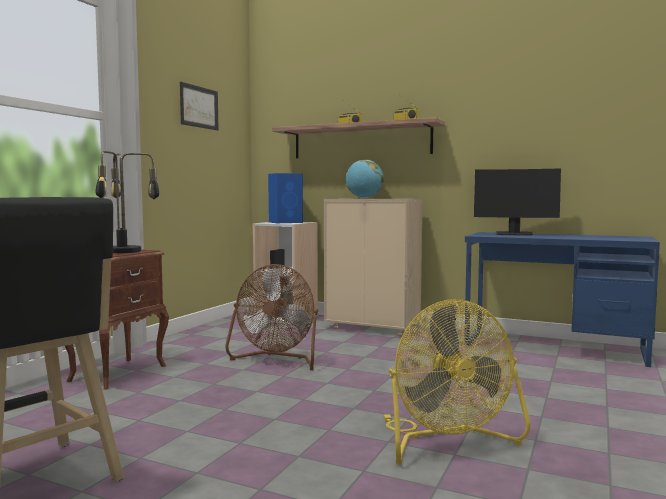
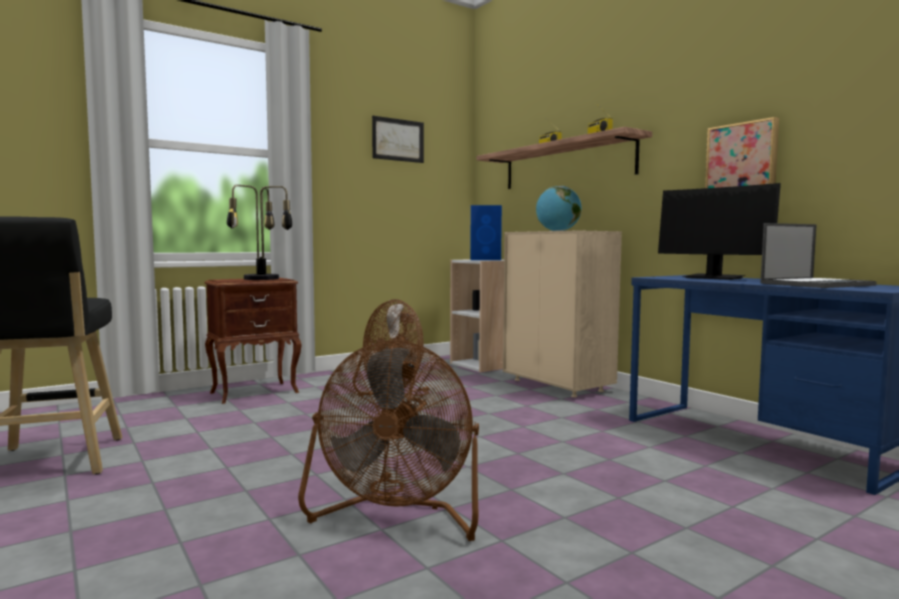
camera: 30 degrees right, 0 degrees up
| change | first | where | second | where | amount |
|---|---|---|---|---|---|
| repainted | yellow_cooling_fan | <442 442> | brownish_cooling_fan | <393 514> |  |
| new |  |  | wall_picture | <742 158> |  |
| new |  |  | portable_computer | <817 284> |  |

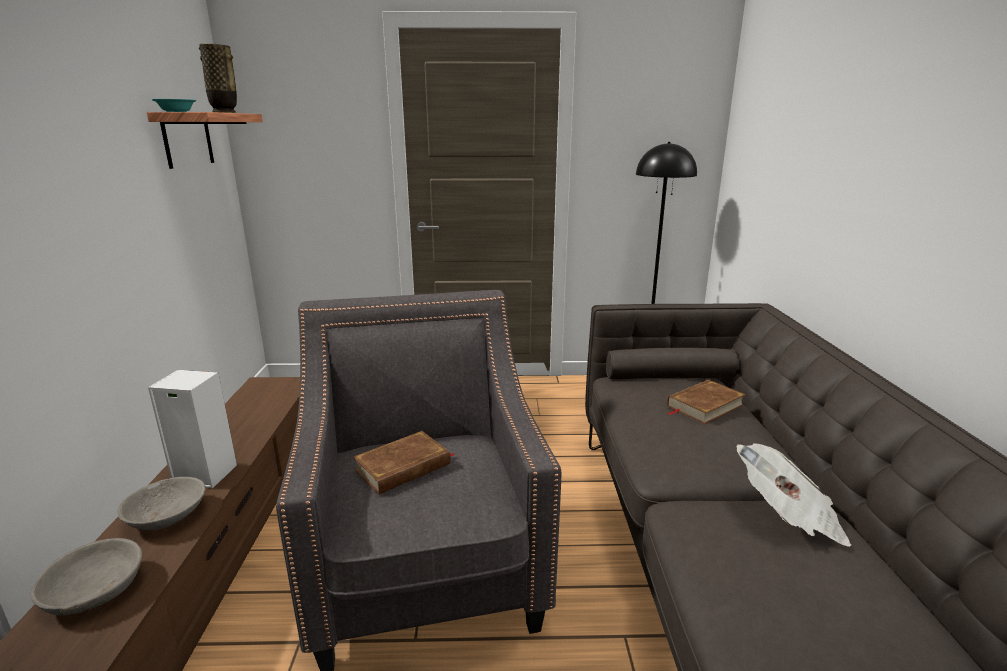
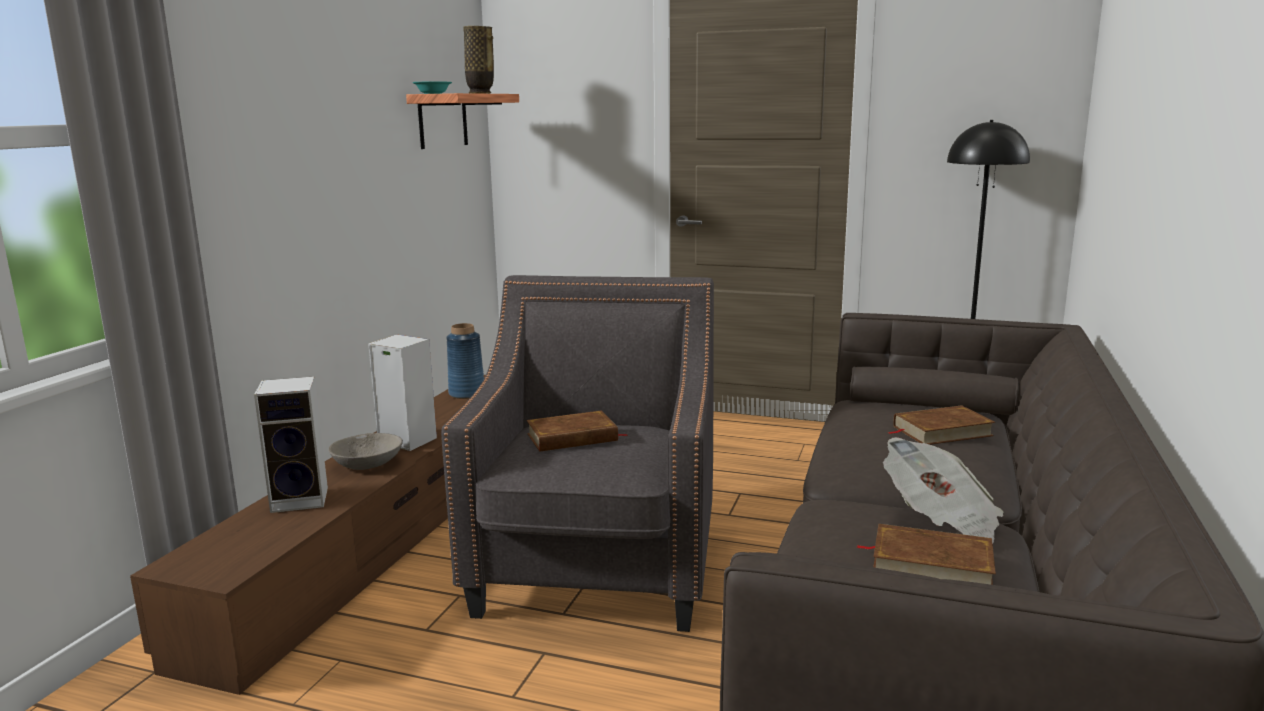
camera: 20 degrees right, 5 degrees down
| change | first | where | second | where | amount |
|---|---|---|---|---|---|
| swapped | grey_serving_bowl | <95 591> | speaker | <302 499> |  |
| new |  |  | blue-coloured_vase | <466 394> |  |
| new |  |  | brownish_volume | <931 564> |  |

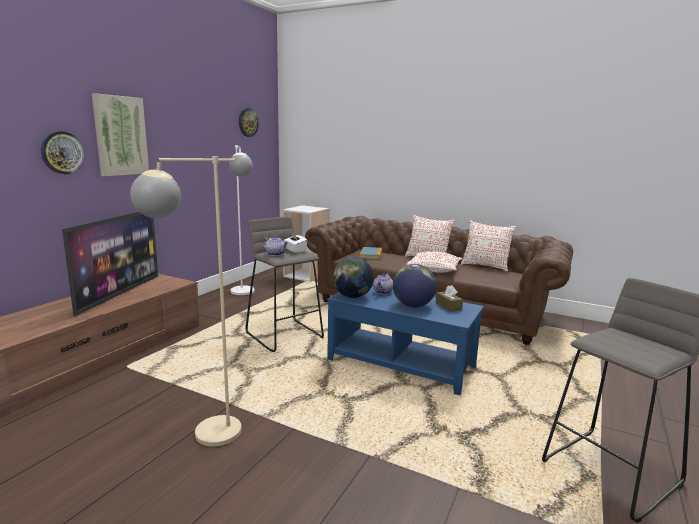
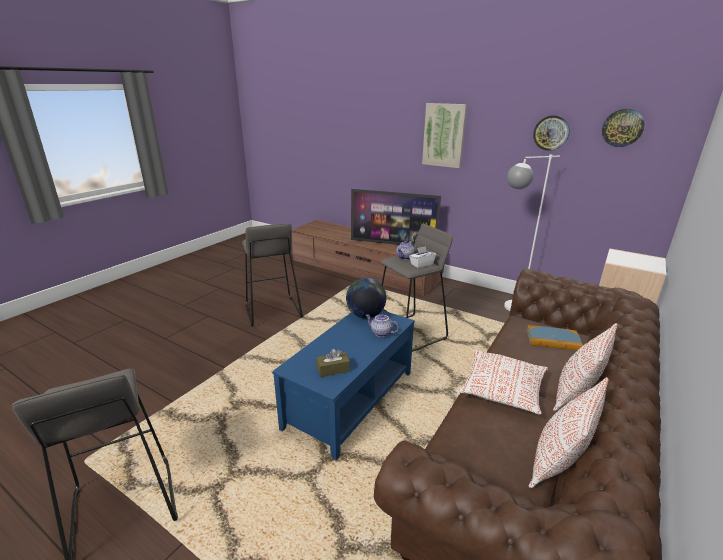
camera: 95 degrees right, 10 degrees up
| change | first | where | second | where | amount |
|---|---|---|---|---|---|
| swapped | beige-coloured_standard_lamp | <201 436> | grey_stool_seat | <272 311> |  |
| shifted | hanging_clock | <62 152> |  | <551 133> |  |
| gone | globe | <413 306> |  |  |  |

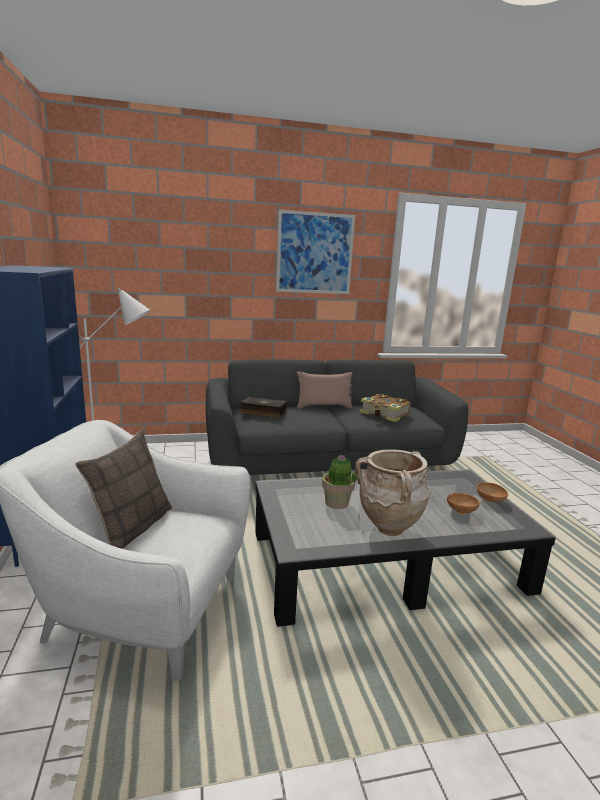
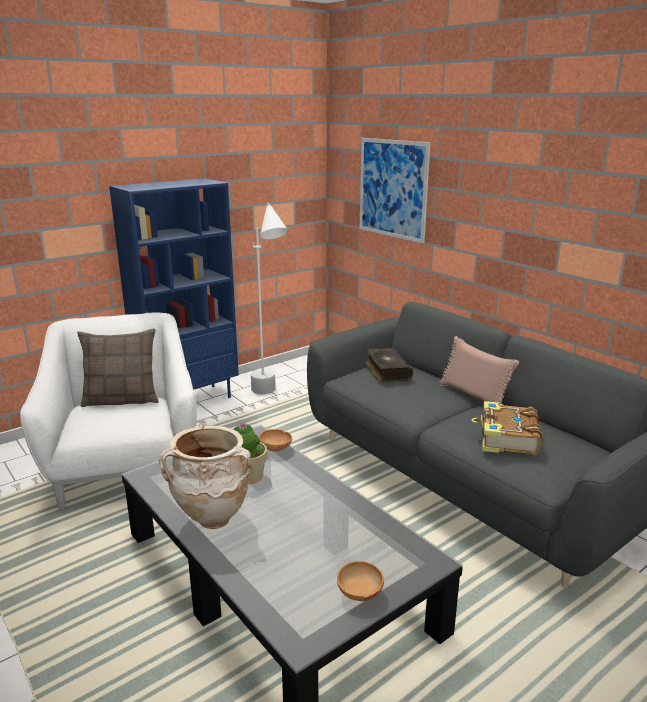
camera: 65 degrees right, 5 degrees up
| change | first | where | second | where | amount |
|---|---|---|---|---|---|
| shifted | brownish_serving_bowl | <461 511> |  | <276 449> |  |
| shifted | wall_picture | <315 253> |  | <392 189> |  |

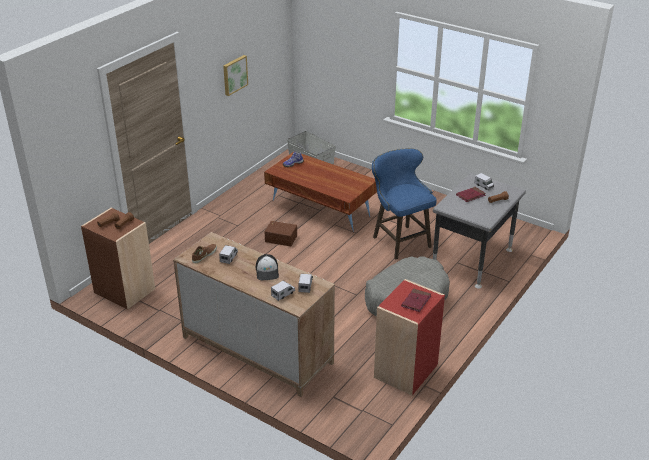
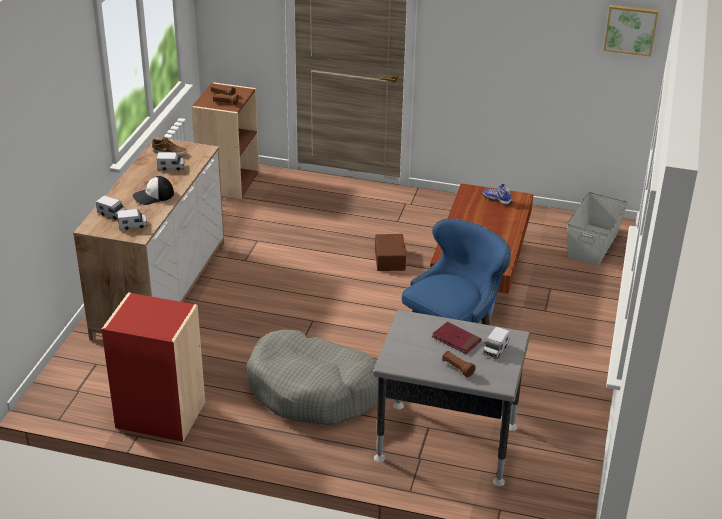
camera: 70 degrees right, 0 degrees up
| change | first | where | second | where | amount |
|---|---|---|---|---|---|
| shifted | wall_picture | <234 75> |  | <630 29> |  |
| gone | red-coloured_volume | <416 301> |  |  |  |

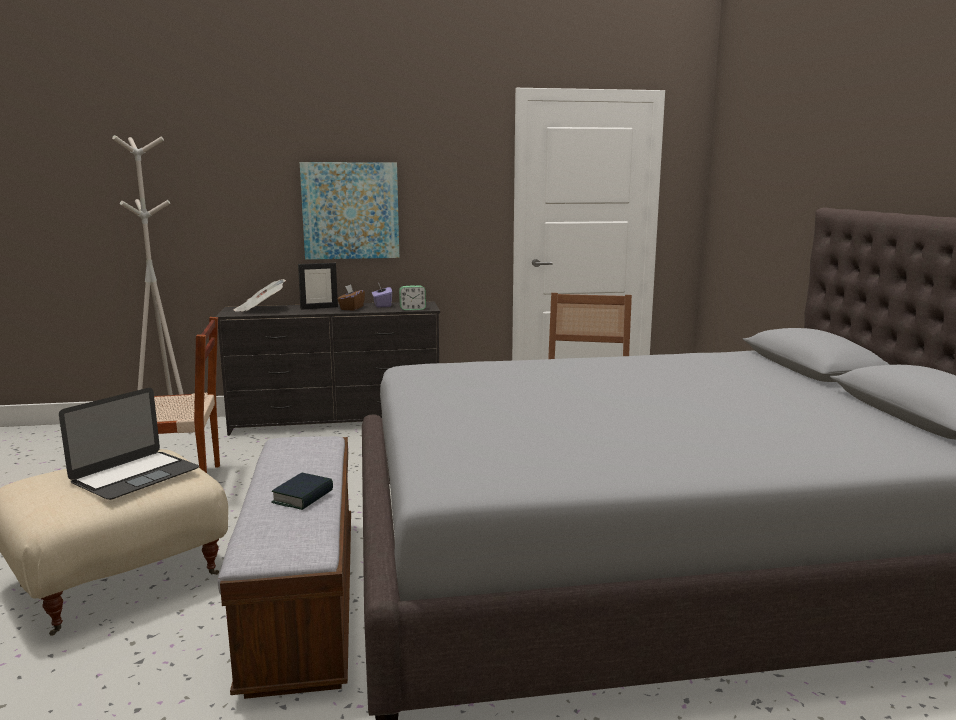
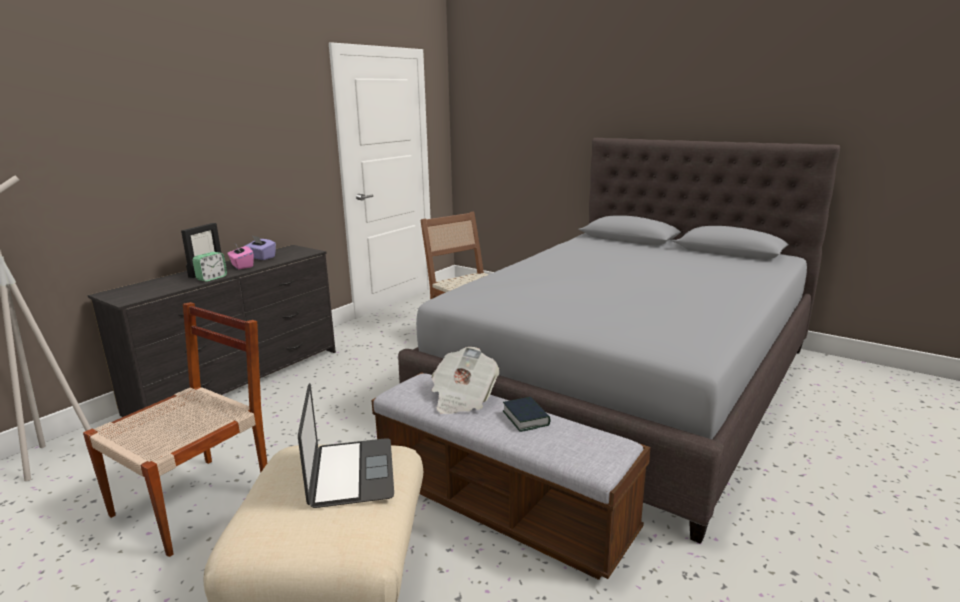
camera: 45 degrees left, 5 degrees up
| change | first | where | second | where | amount |
|---|---|---|---|---|---|
| shifted | alarm_clock | <412 309> |  | <212 278> |  |
| repainted | brownish_box_of_tissues | <351 308> | pink_box_of_tissues | <242 266> |  |
| shifted | newspaper | <260 309> |  | <463 398> |  |
| gone | wall_picture | <350 211> |  |  |  |

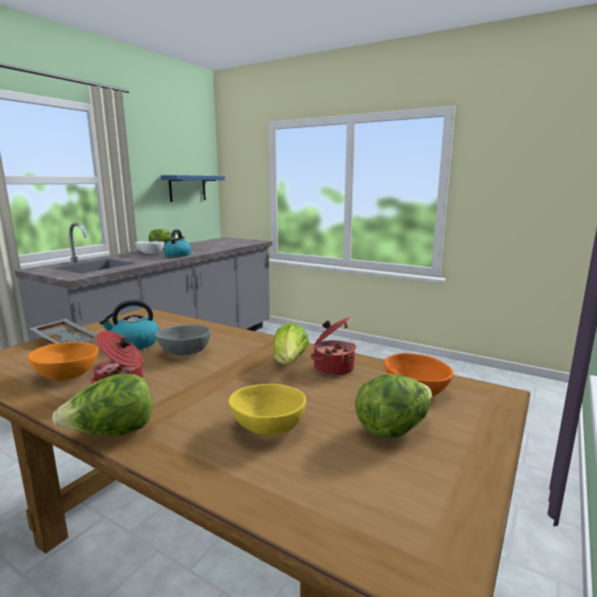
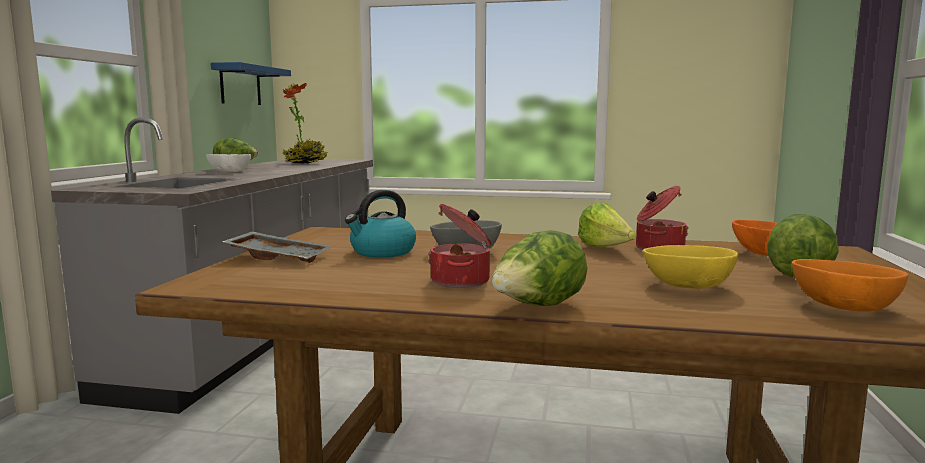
camera: 20 degrees left, 5 degrees down
| change | first | where | second | where | amount |
|---|---|---|---|---|---|
| new |  |  | houseplant | <305 163> |  |
| shifted | orange-coloured_serving_bowl | <66 375> |  | <844 307> |  |
| gone | tea_kettle | <177 255> |  |  |  |

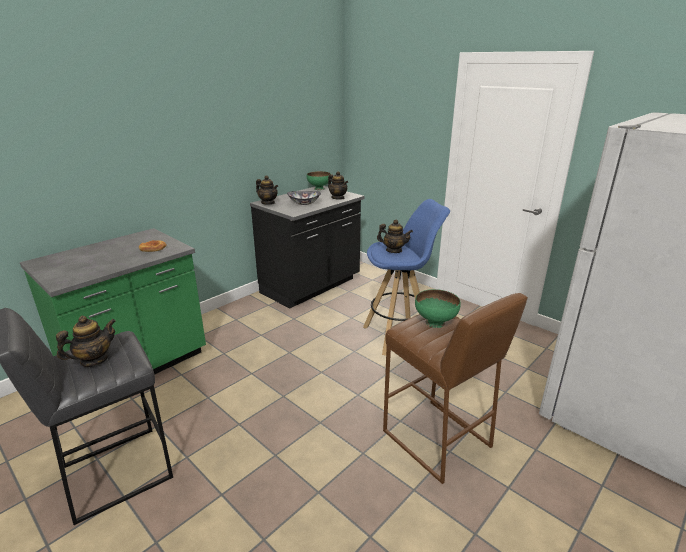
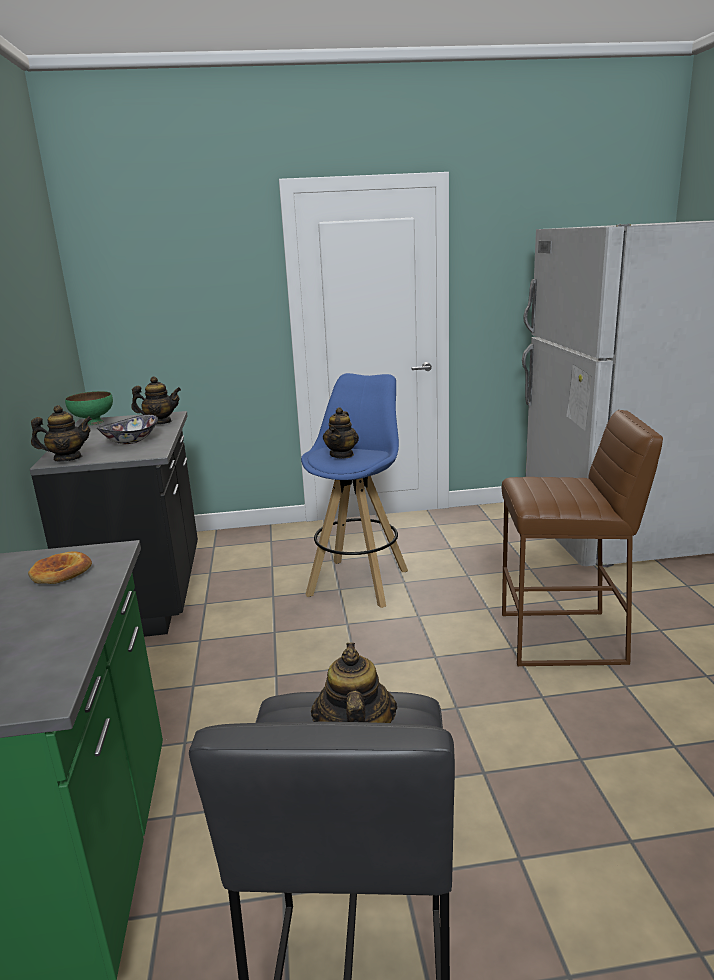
camera: 50 degrees left, 5 degrees down
| change | first | where | second | where | amount |
|---|---|---|---|---|---|
| rotated | tea_pot | <394 250> |  | <342 455> | 135 degrees clockwise |
| gone | green-coloured_serving_bowl | <435 322> |  |  |  |

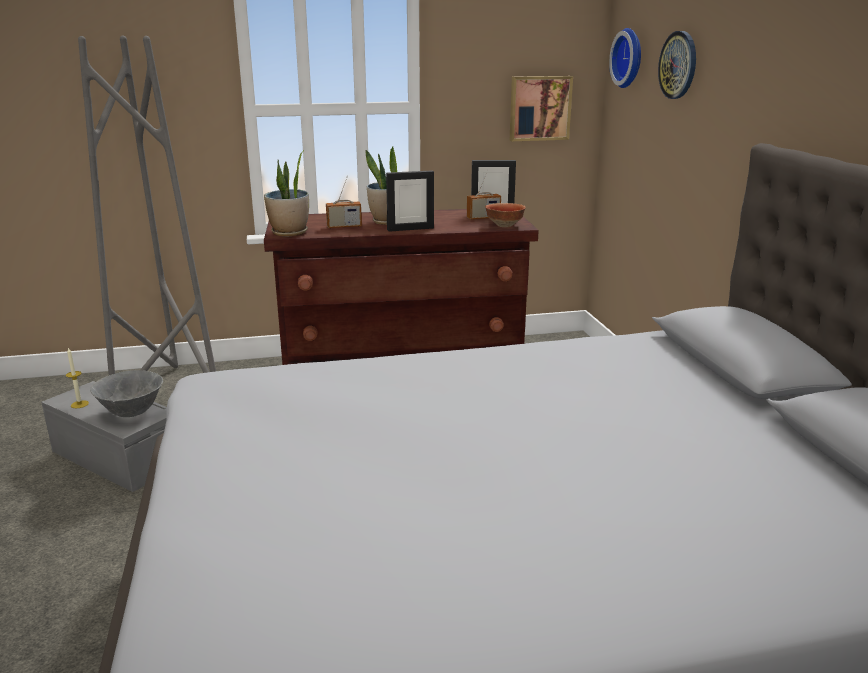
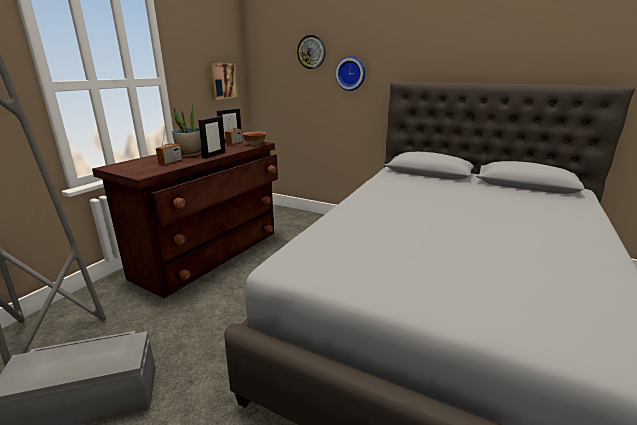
camera: 50 degrees left, 0 degrees up
| change | first | where | second | where | amount |
|---|---|---|---|---|---|
| shifted | hanging_clock | <630 58> |  | <351 73> |  |
| gone | wax_light | <79 404> |  |  |  |
| gone | grey_serving_bowl | <132 413> |  |  |  |
| gone | houseplant | <289 233> |  |  |  |

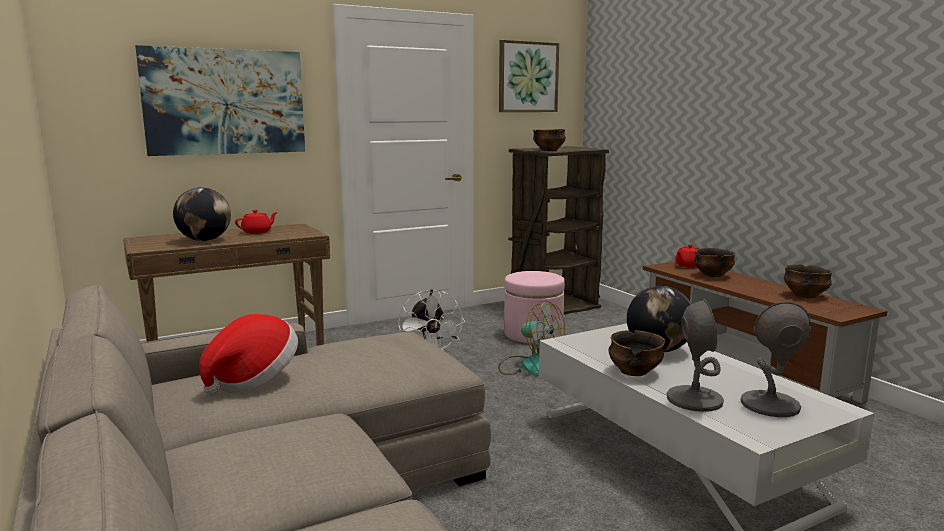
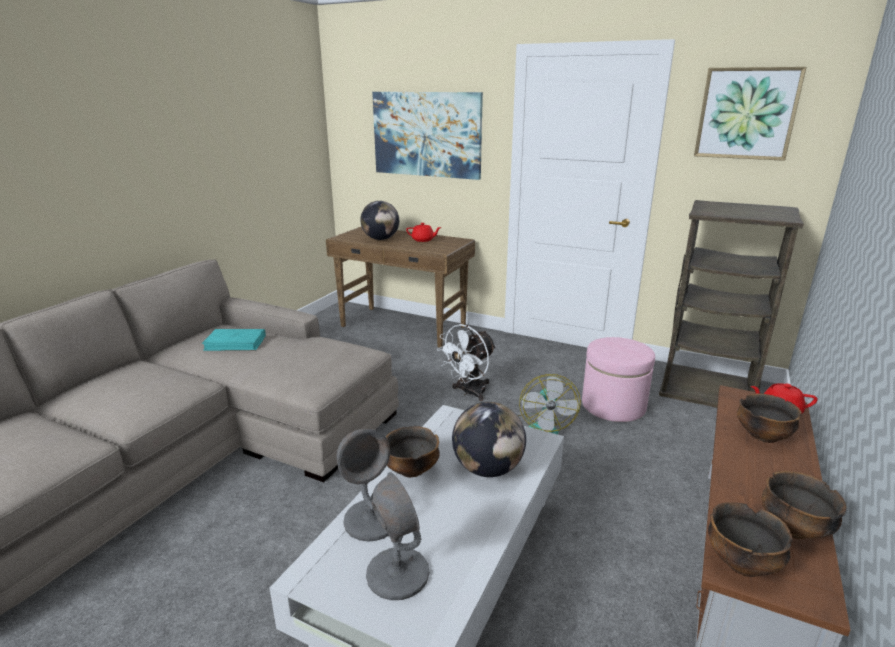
camera: 55 degrees right, 10 degrees up
| change | first | where | second | where | amount |
|---|---|---|---|---|---|
| swapped | wearable_hat | <253 380> | blue-green_volume | <236 343> |  |
| shifted | serving_bowl | <549 150> |  | <742 563> |  |

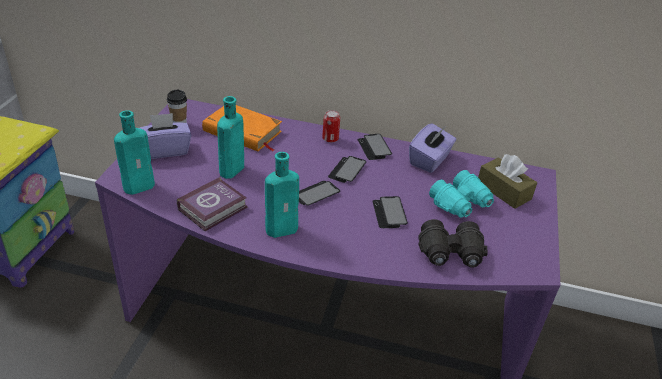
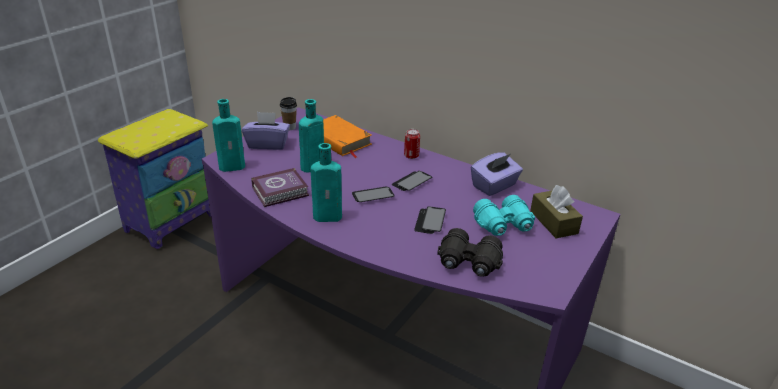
camera: 20 degrees right, 5 degrees down
| change | first | where | second | where | amount |
|---|---|---|---|---|---|
| gone | telephone | <374 148> |  |  |  |

